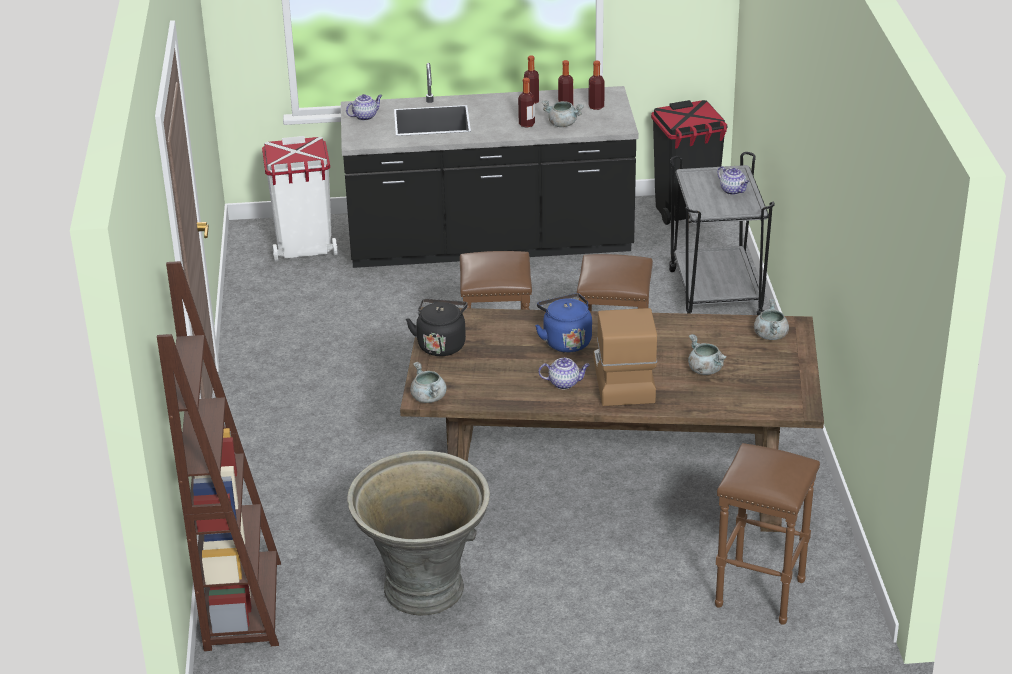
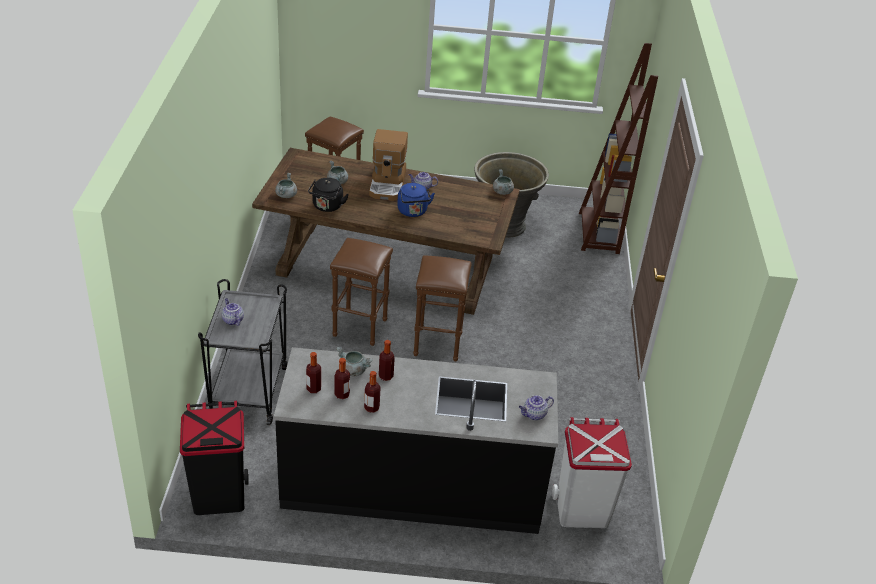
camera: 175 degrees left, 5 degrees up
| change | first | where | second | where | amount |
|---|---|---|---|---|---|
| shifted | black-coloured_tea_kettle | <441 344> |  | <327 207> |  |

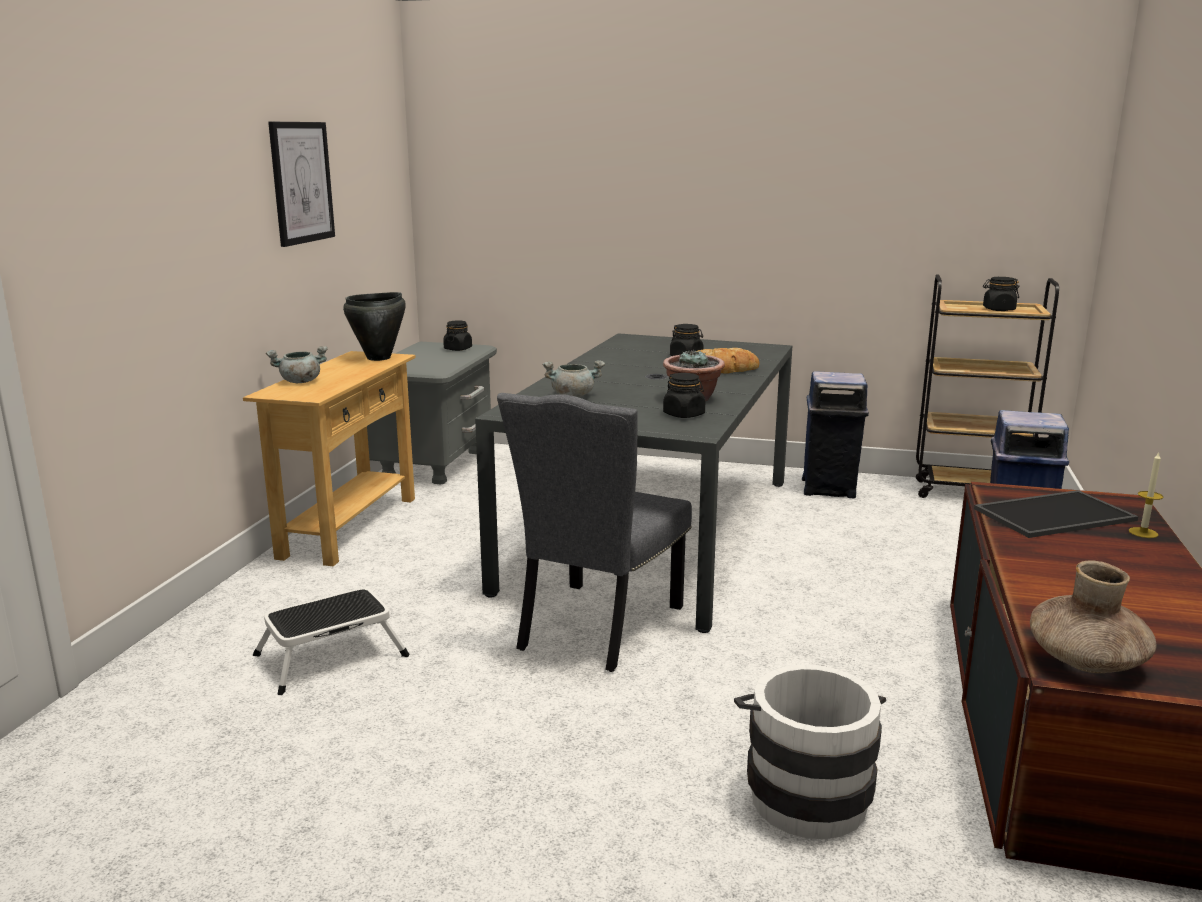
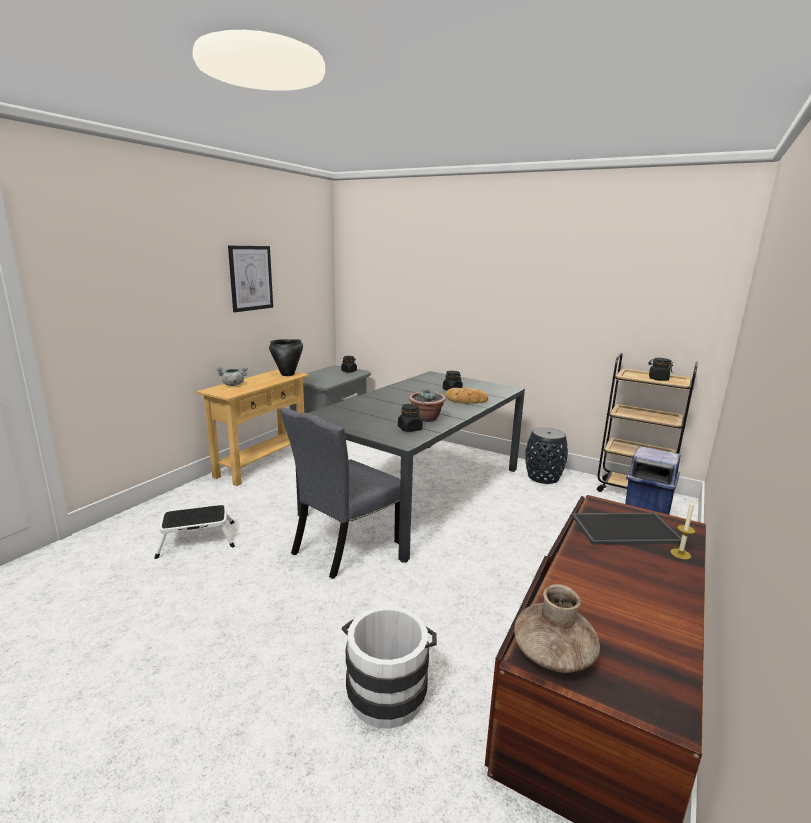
camera: 15 degrees right, 0 degrees up
| change | first | where | second | where | amount |
|---|---|---|---|---|---|
| swapped | blue-coloured_waste_bin | <829 488> | black-coloured_stool_seat | <543 477> |  |
| gone | grey_cooking_pot | <573 395> |  |  |  |

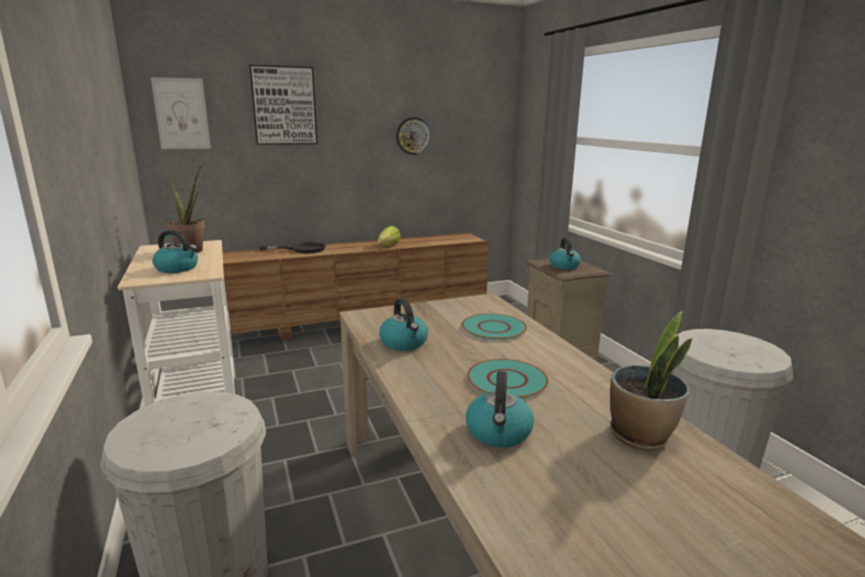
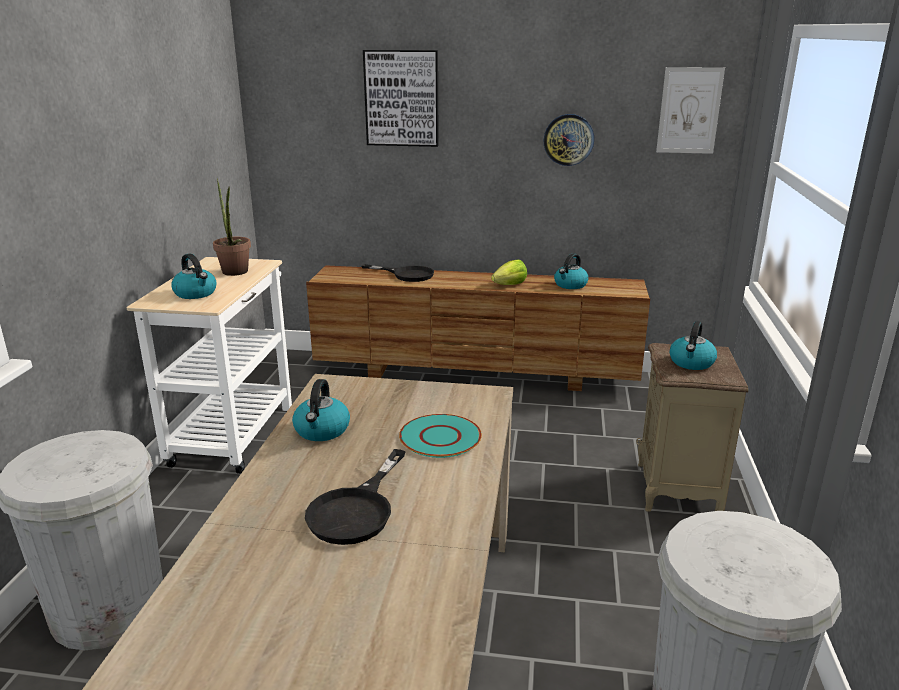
camera: 30 degrees right, 5 degrees up
| change | first | where | second | where | amount |
|---|---|---|---|---|---|
| swapped | blue-green_plate | <507 380> | black-coloured_pan | <357 509> |  |
| shifted | tea_kettle | <499 433> |  | <570 285> |  |
| shifted | wall_picture | <181 114> |  | <689 110> |  |
| gone | houseplant | <640 436> |  |  |  |

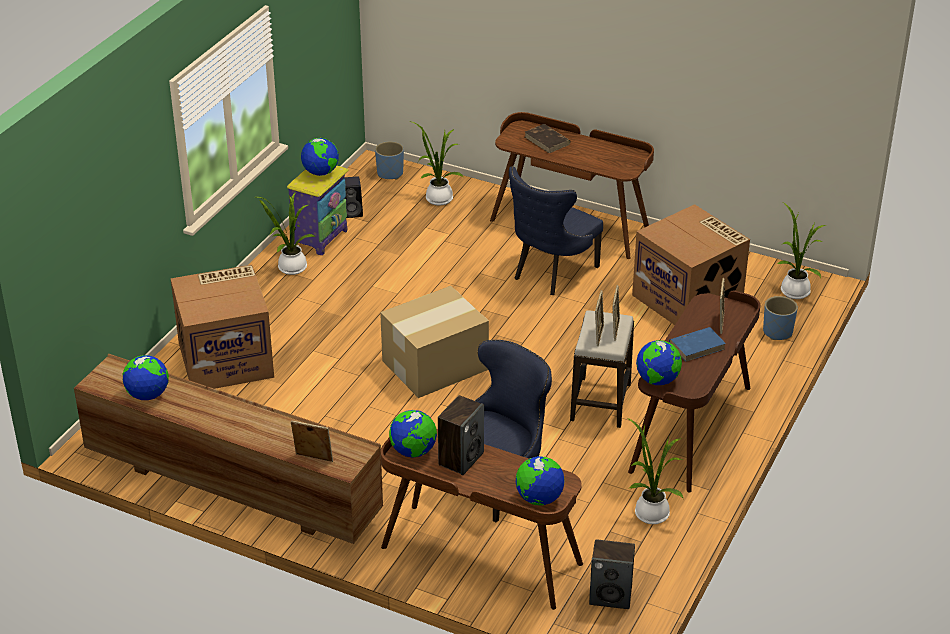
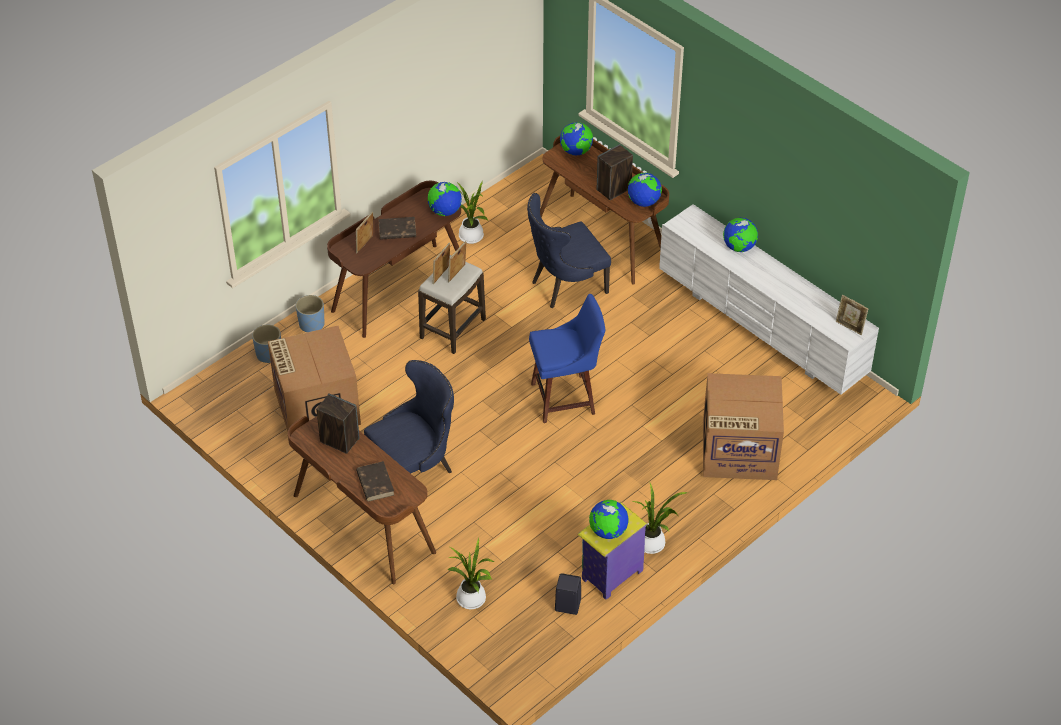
camera: 160 degrees left, 10 degrees up
| change | first | where | second | where | amount |
|---|---|---|---|---|---|
| shifted | blue-coloured_planter | <390 173> |  | <311 324> |  |
| shifted | speaker | <611 596> |  | <339 440> |  |
| repainted | blue-coloured_volume | <697 346> | brownish_volume | <397 230> |  |
| swapped | carton | <433 365> | blue-coloured_stool_seat | <566 398> |  |
| repainted | brownish_cabinet | <232 491> | whitish_cabinet | <761 328> |  |
| shifted | globe | <148 395> |  | <739 247> |  |
| shifted | standing_frame | <313 458> |  | <849 327> |  |
| gone | houseplant | <793 290> |  |  |  |

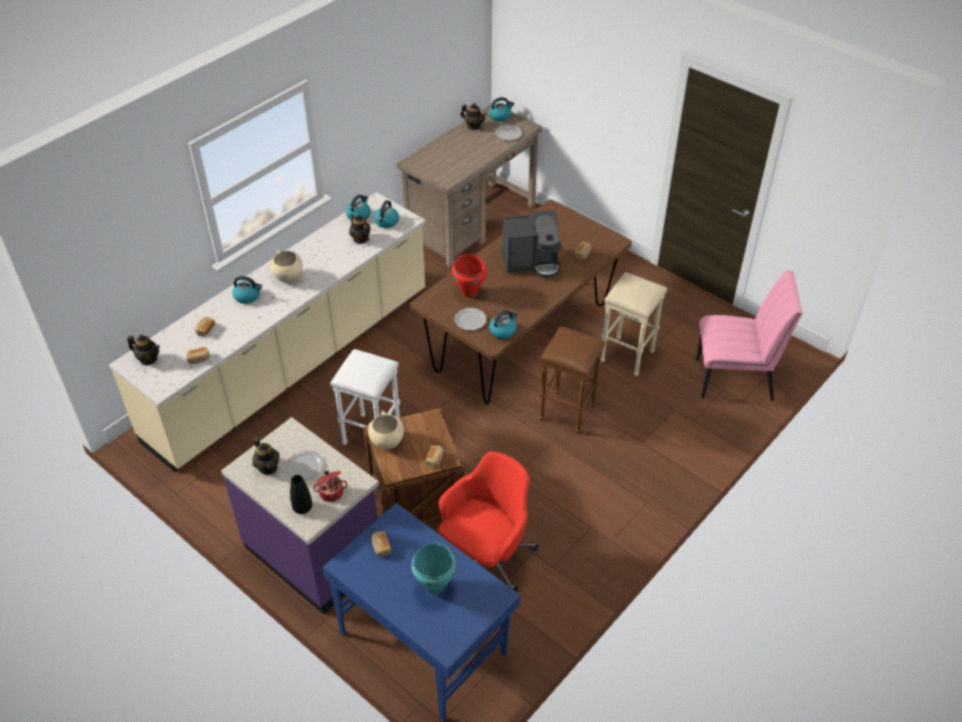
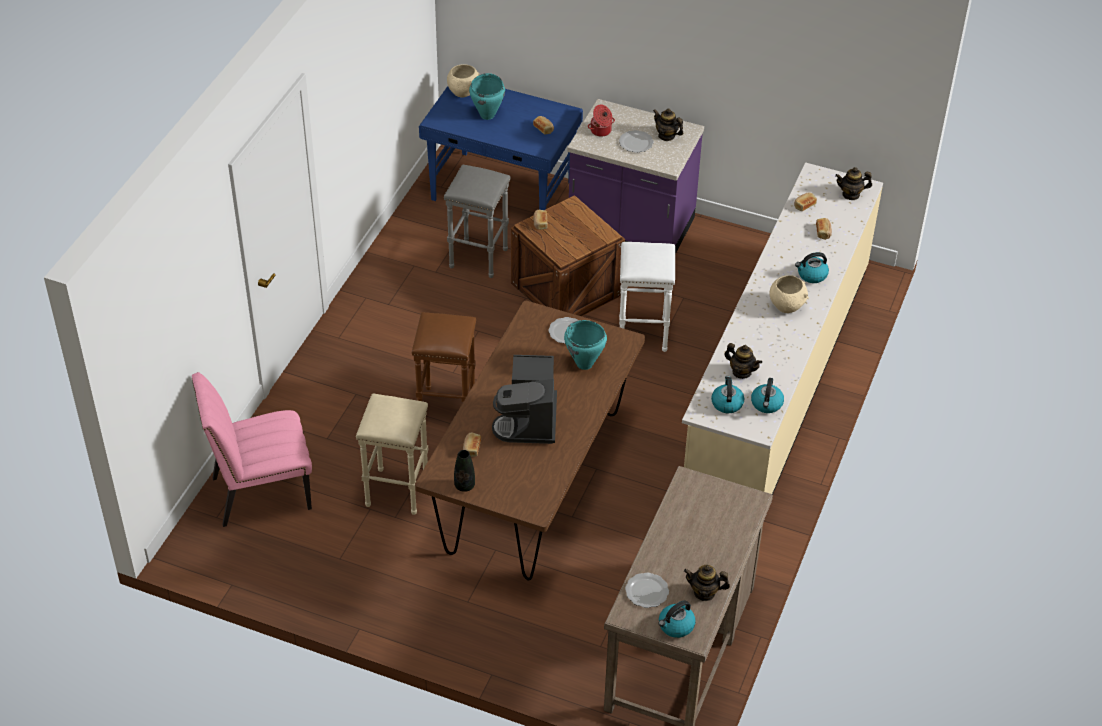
camera: 160 degrees right, 0 degrees up
| change | first | where | second | where | amount |
|---|---|---|---|---|---|
| swapped | red-coloured_office_chair | <485 557> | grey_stool_seat | <477 258> |  |
| shifted | beige-coloured_serving_bowl | <387 441> |  | <463 92> |  |
| shifted | black-coloured_vase | <302 508> |  | <464 486> |  |
| rotated | coffee_brewer | <532 262> |  | <529 421> | 60 degrees counterclockwise |
| repainted | red-coloured_cooking_pot | <469 292> | blue-green_cooking_pot | <584 364> |  |
| gone | tea_kettle | <503 331> |  |  |  |

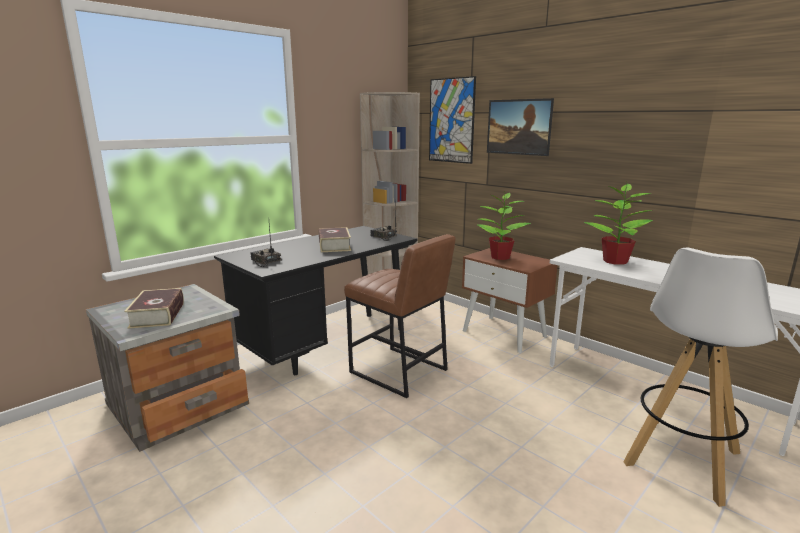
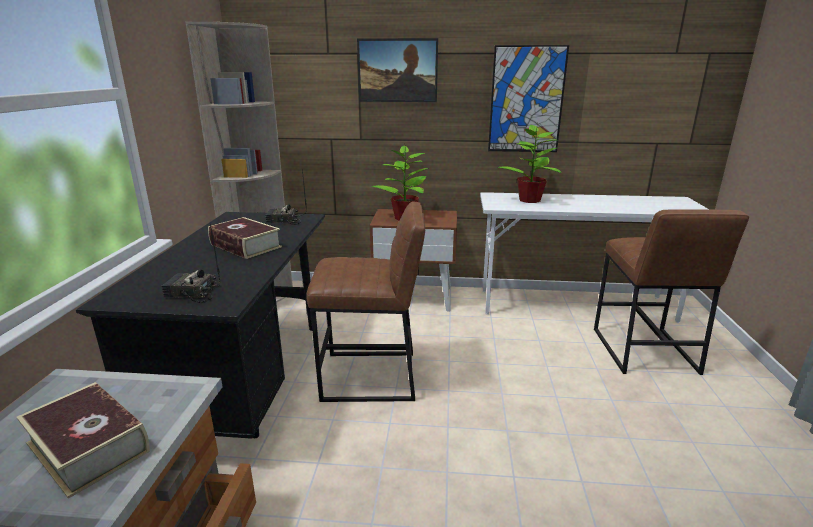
camera: 40 degrees left, 5 degrees up
| change | first | where | second | where | amount |
|---|---|---|---|---|---|
| shifted | wall_picture | <451 120> |  | <526 100> |  |
| swapped | whitish_stool_seat | <681 458> | brownish_upright_chair | <644 351> |  |

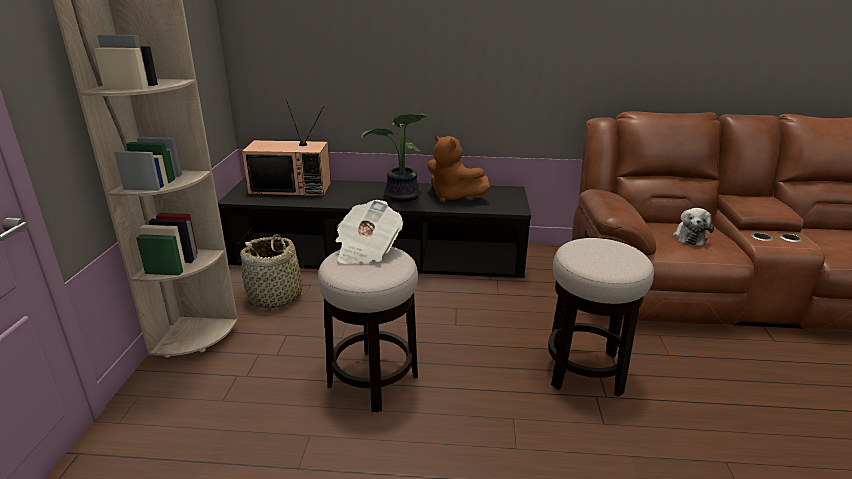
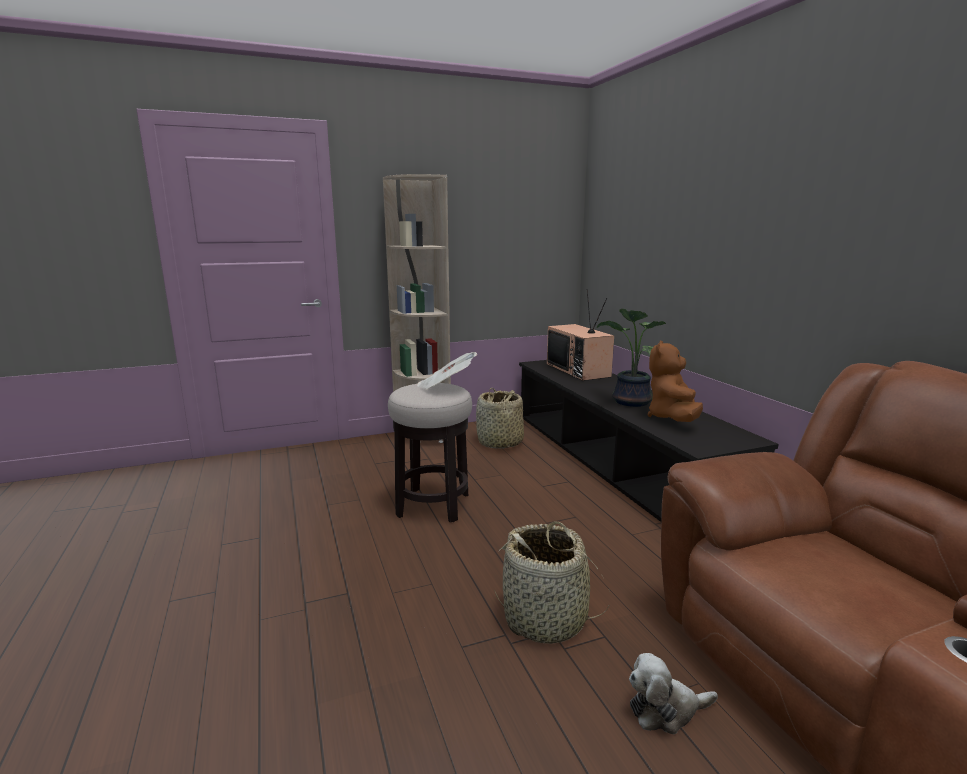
camera: 65 degrees right, 10 degrees down
| change | first | where | second | where | amount |
|---|---|---|---|---|---|
| swapped | stool_seat | <584 370> | storage_basket | <546 619> |  |
| shifted | cuddly_toy | <689 237> |  | <665 710> |  |

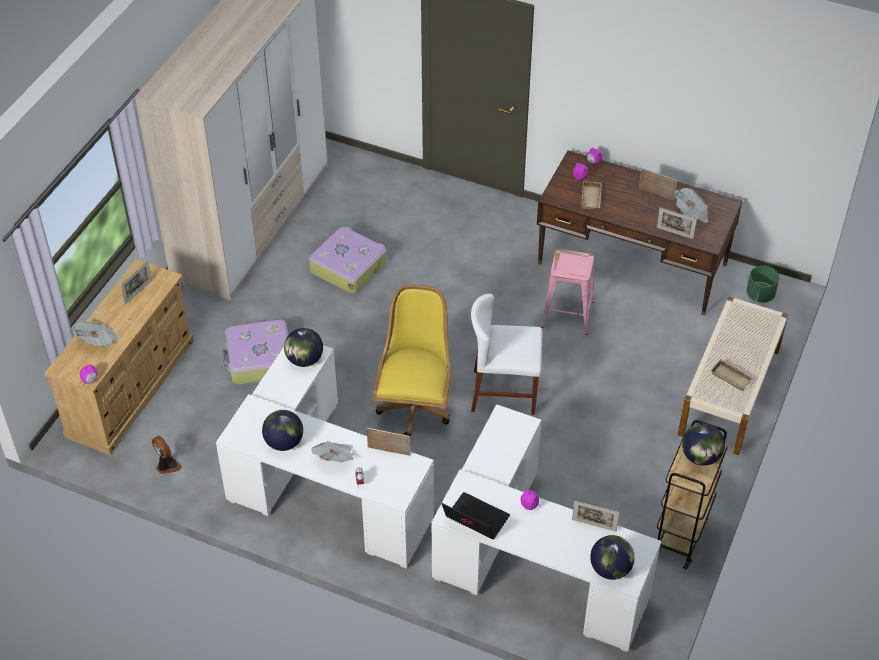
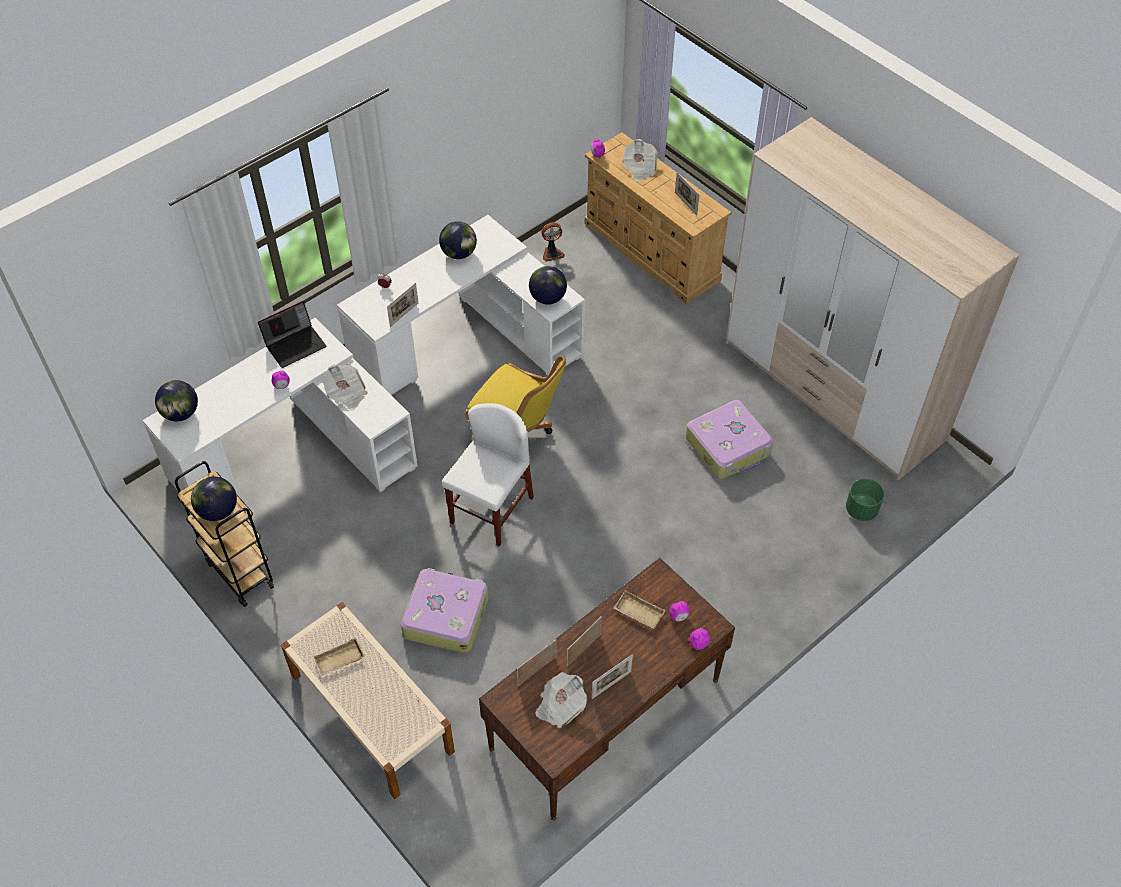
camera: 115 degrees right, 5 degrees up
| change | first | where | second | where | amount |
|---|---|---|---|---|---|
| shifted | newspaper | <335 458> |  | <346 394> |  |
| shifted | suitcase | <259 360> |  | <445 616> |  |
| shifted | standing_frame | <594 525> |  | <584 649> |  |
| shifted | green-coloured_planter | <760 295> |  | <861 510> |  |
| gone | pink_stool_seat | <567 314> |  |  |  |

